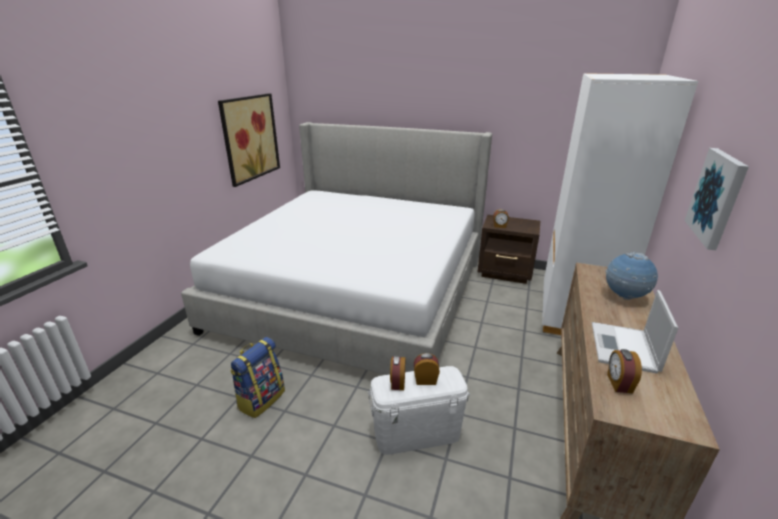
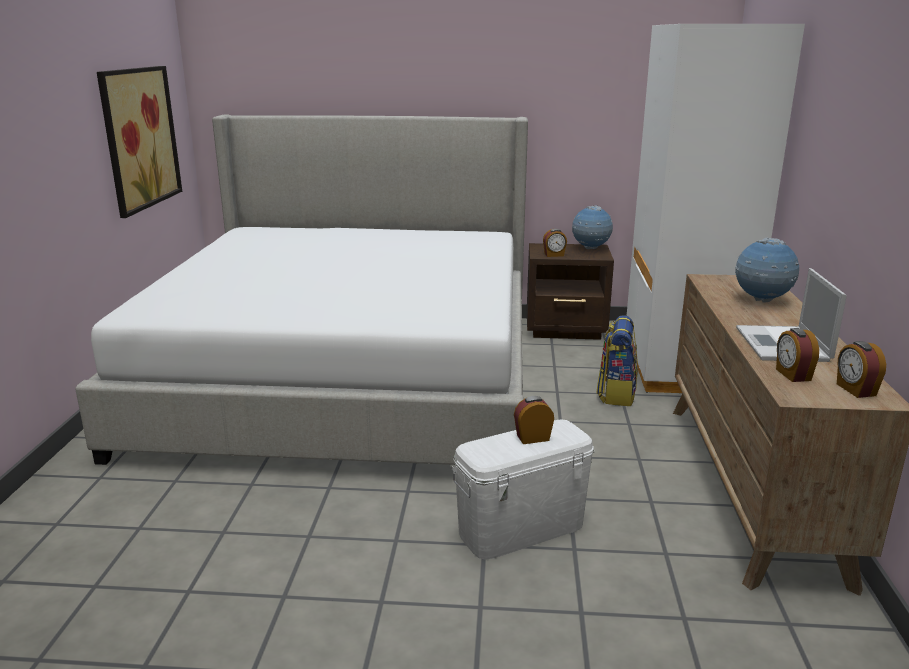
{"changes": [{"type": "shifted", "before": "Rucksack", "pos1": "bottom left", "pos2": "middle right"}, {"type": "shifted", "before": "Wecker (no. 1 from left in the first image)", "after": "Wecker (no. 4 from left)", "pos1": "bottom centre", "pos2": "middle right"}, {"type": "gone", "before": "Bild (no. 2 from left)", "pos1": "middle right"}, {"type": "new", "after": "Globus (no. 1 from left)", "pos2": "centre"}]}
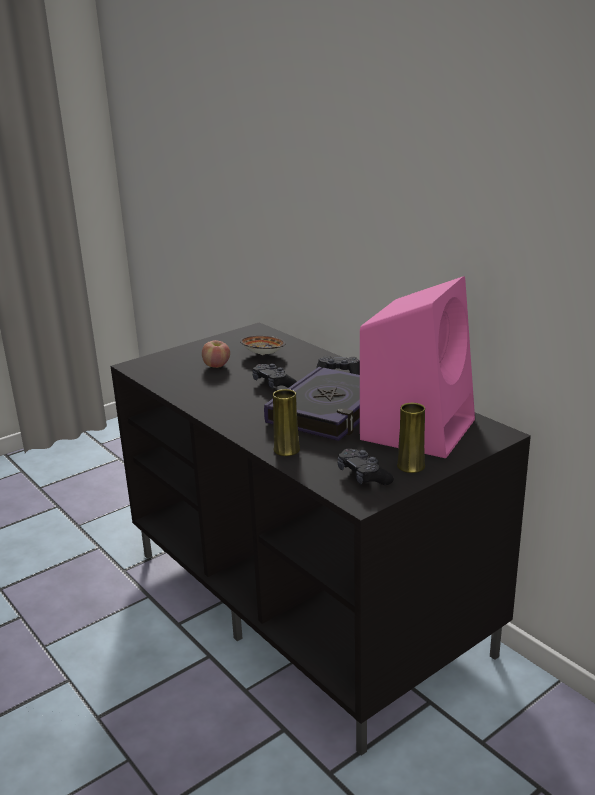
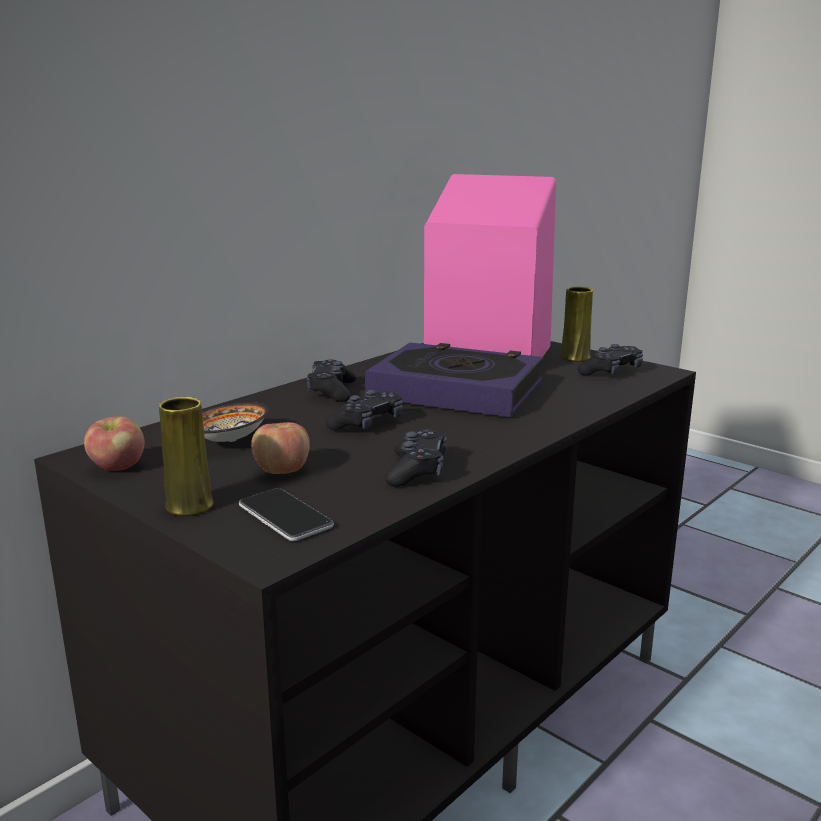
{"changes": [{"type": "shifted", "before": "Vase (gelb) (no. 1 from left)", "pos1": "centre", "pos2": "middle left"}, {"type": "new", "after": "Apfel (no. 1 from left)", "pos2": "middle left"}, {"type": "new", "after": "Handy", "pos2": "centre"}, {"type": "new", "after": "Gamepad (schwarz) (no. 3 from left)", "pos2": "centre"}]}
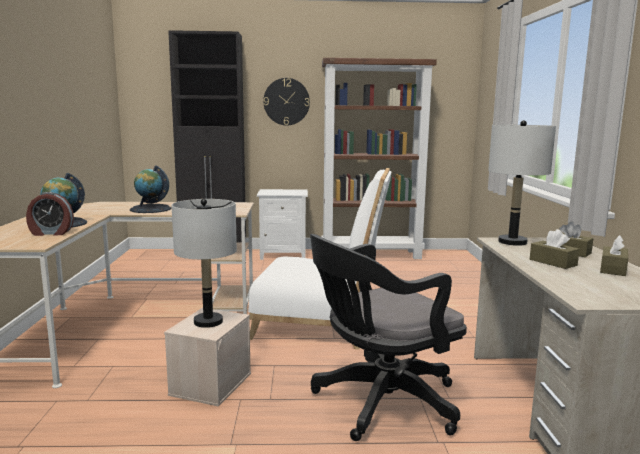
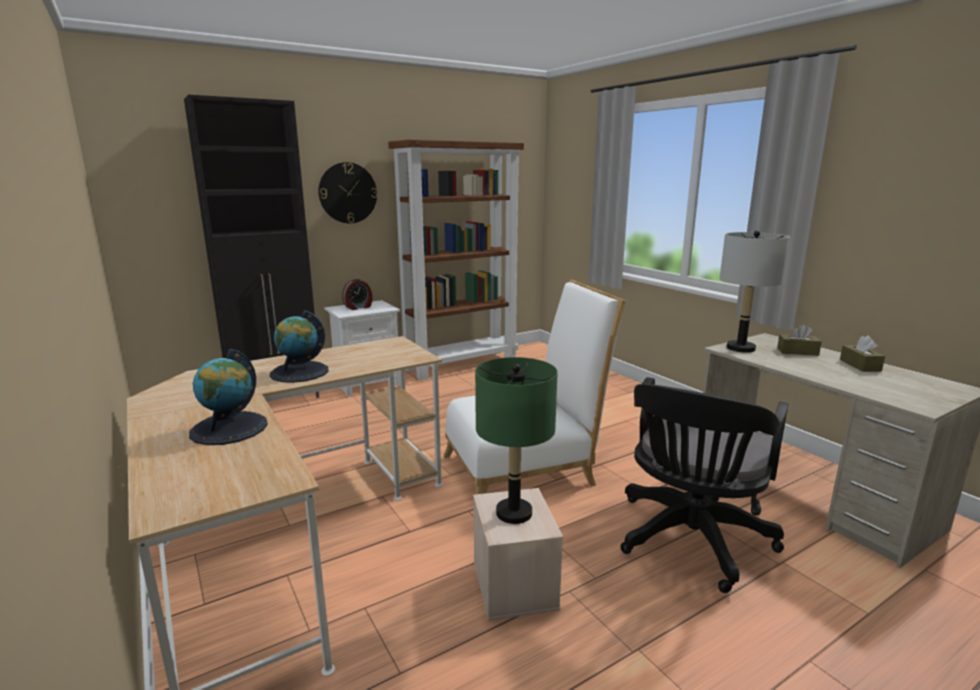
{"changes": [{"type": "shifted", "before": "Wecker", "pos1": "middle left", "pos2": "centre"}, {"type": "repainted", "before": "Tischlampe (grau) (no. 1 from left)", "after": "Tischlampe (grün)", "pos1": "middle left", "pos2": "centre"}, {"type": "gone", "before": "Taschentuchbox (braun) (no. 1 from left)", "pos1": "middle right"}]}
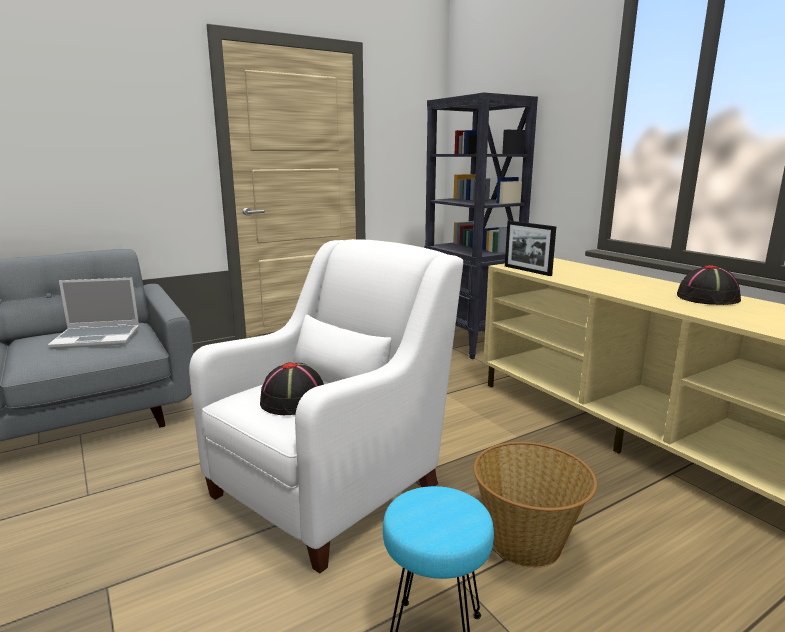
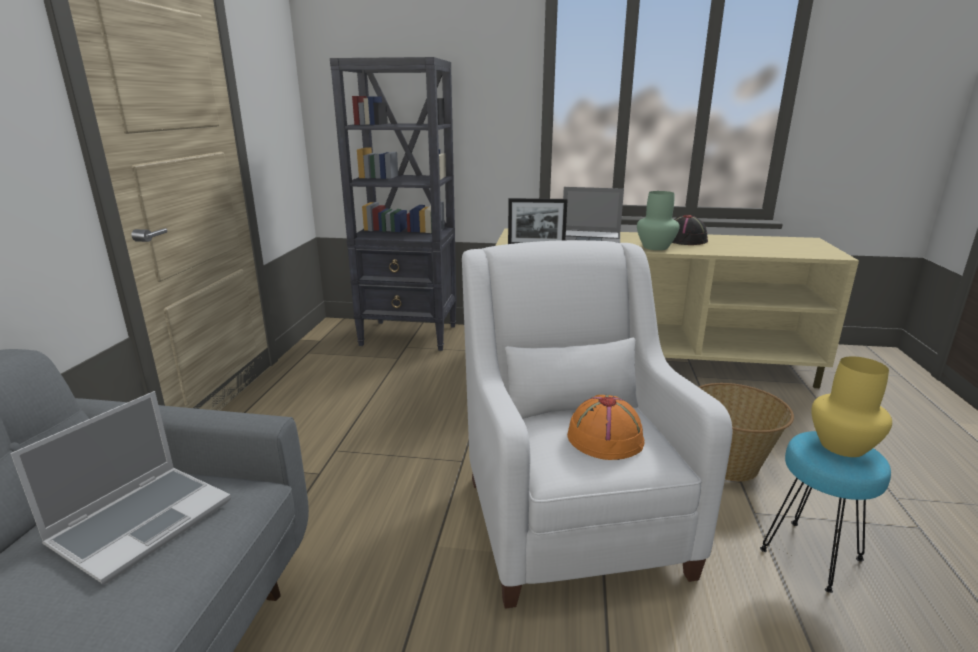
{"changes": [{"type": "repainted", "before": "Hut (schwarz) (no. 1 from left)", "after": "Hut (orange)", "pos1": "centre", "pos2": "centre"}, {"type": "new", "after": "Laptop (no. 2 from left)", "pos2": "top centre"}, {"type": "new", "after": "Vase (grün)", "pos2": "middle right"}, {"type": "new", "after": "Vase (gelb)", "pos2": "middle right"}]}
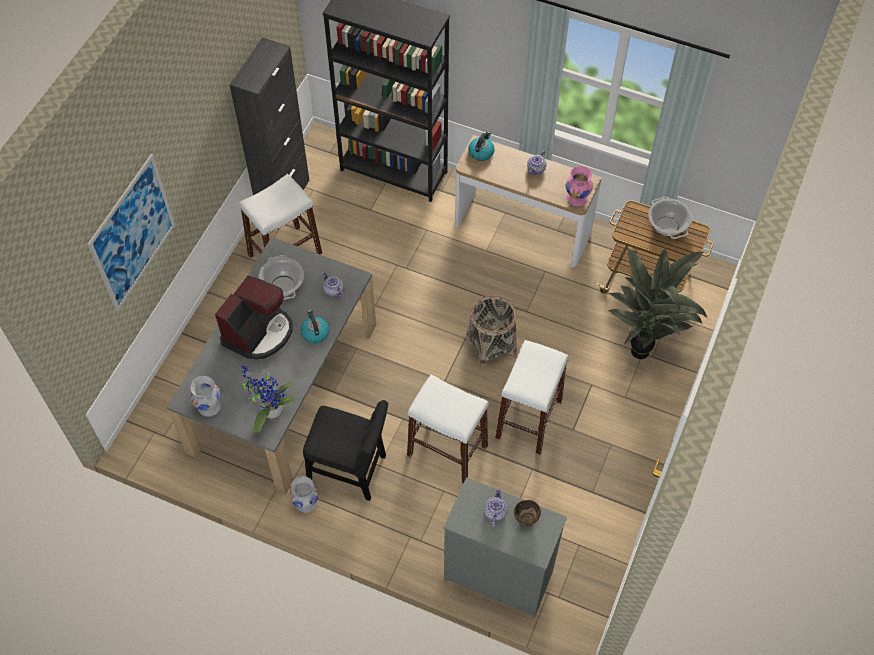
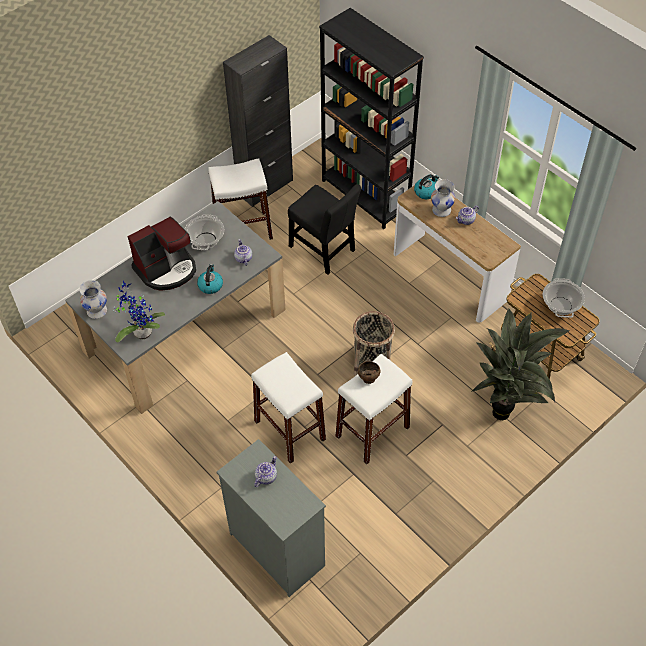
{"changes": [{"type": "gone", "before": "Bild", "pos1": "middle left"}, {"type": "shifted", "before": "Vase (weiß) (no. 2 from left)", "pos1": "bottom centre", "pos2": "top right"}, {"type": "shifted", "before": "Stuhl (schwarz)", "pos1": "bottom centre", "pos2": "centre"}, {"type": "shifted", "before": "Schüssel (braun)", "pos1": "bottom centre", "pos2": "centre"}, {"type": "gone", "before": "Vase (rosa)", "pos1": "top centre"}]}
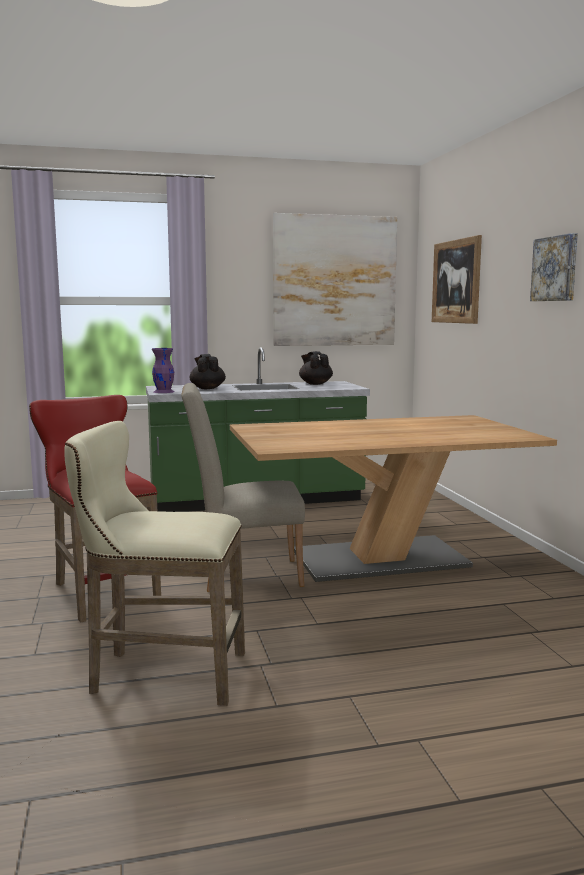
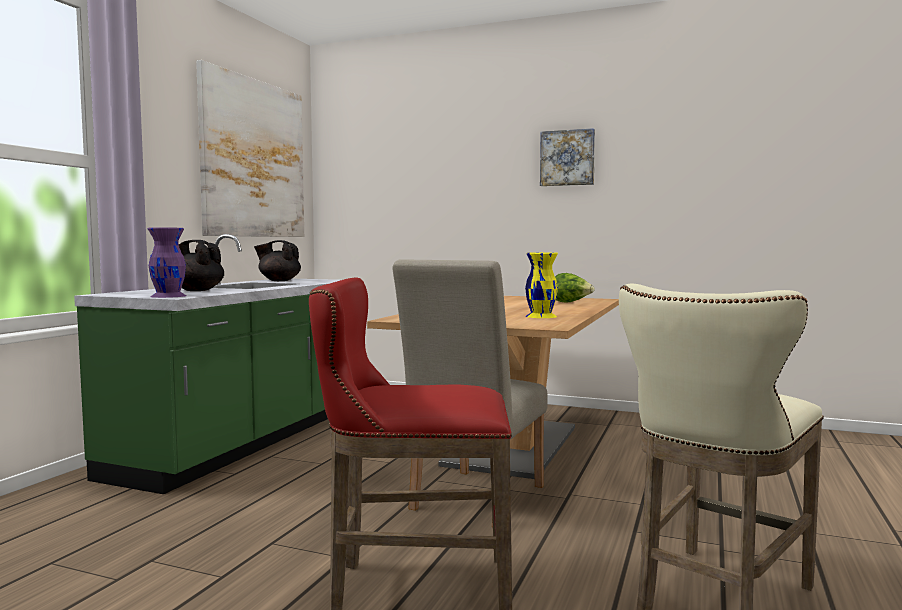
{"changes": [{"type": "gone", "before": "Bild (no. 2 from left)", "pos1": "top right"}, {"type": "new", "after": "Vase (gelb)", "pos2": "centre"}, {"type": "new", "after": "Salatkopf", "pos2": "centre"}]}
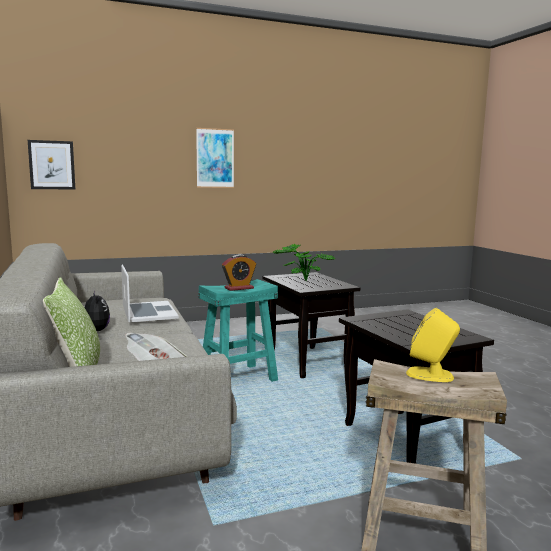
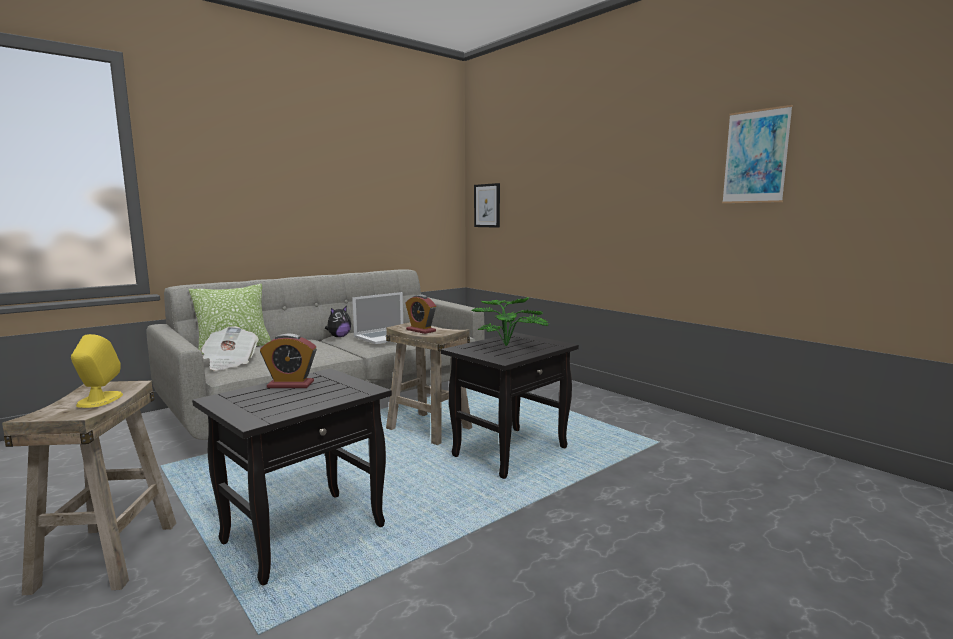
{"changes": [{"type": "shifted", "before": "Bild (no. 2 from left)", "pos1": "top centre", "pos2": "top right"}, {"type": "repainted", "before": "Hocker (türkis)", "after": "Hocker (beige) (no. 2 from left)", "pos1": "centre", "pos2": "centre"}, {"type": "new", "after": "Wecker (no. 1 from left)", "pos2": "middle left"}]}
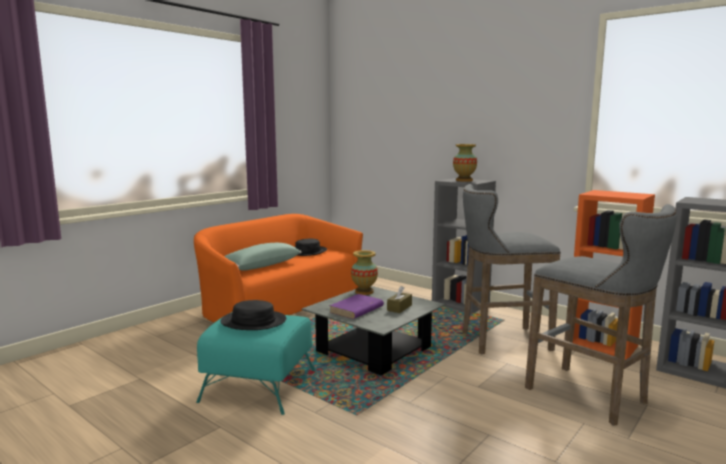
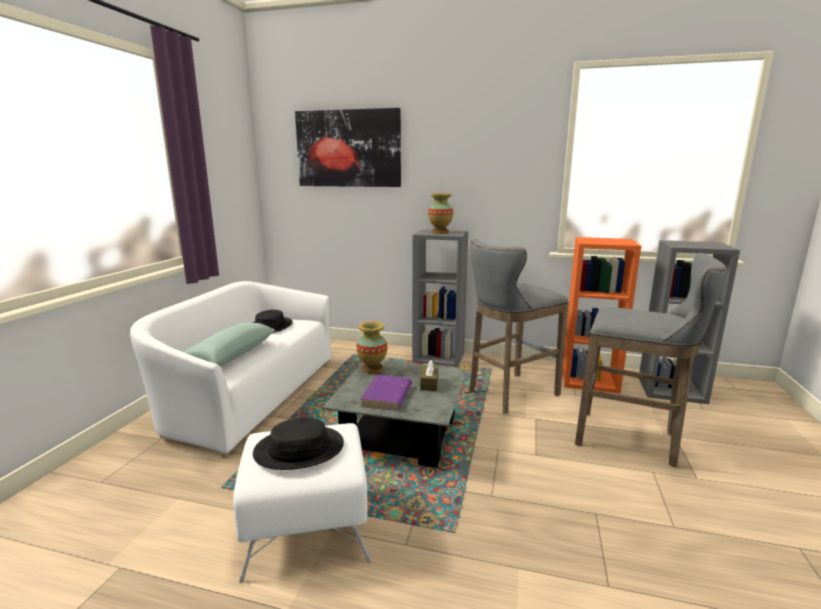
{"changes": [{"type": "repainted", "before": "Sofa (orange)", "after": "Sofa (weiß)", "pos1": "centre", "pos2": "middle left"}, {"type": "repainted", "before": "Polsterhocker (türkis)", "after": "Polsterhocker (weiß)", "pos1": "bottom centre", "pos2": "bottom centre"}, {"type": "new", "after": "Bild", "pos2": "top centre"}]}
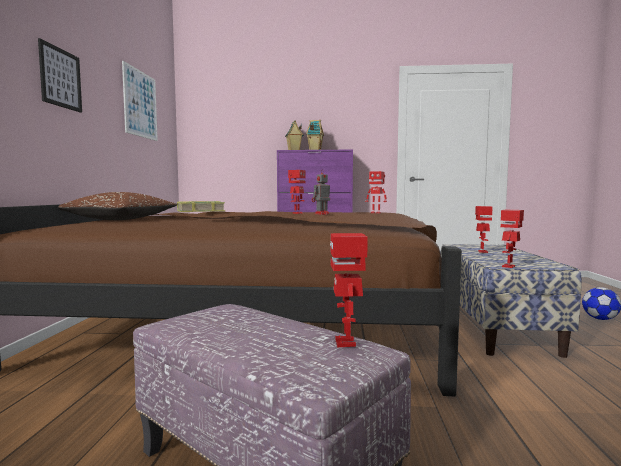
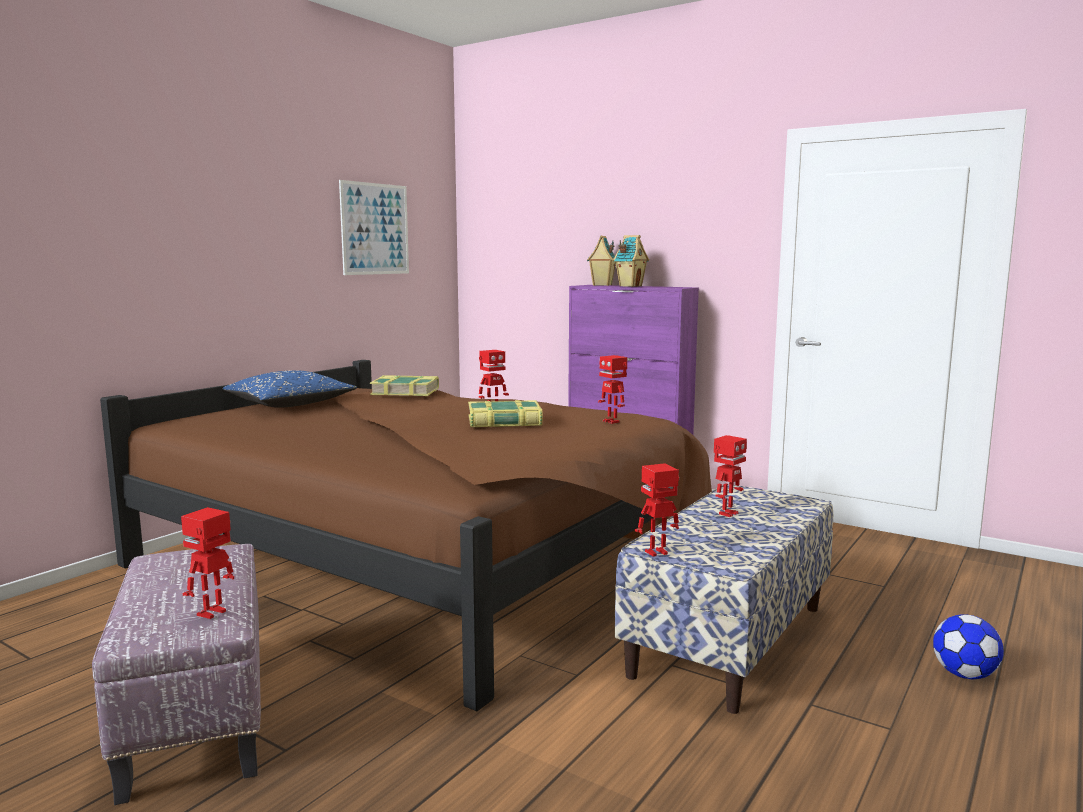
{"changes": [{"type": "gone", "before": "Bild (no. 1 from left)", "pos1": "top left"}, {"type": "repainted", "before": "Kissen (braun)", "after": "Kissen (blau)", "pos1": "middle left", "pos2": "middle left"}, {"type": "swapped", "before": "Spielzeugroboter (no. 2 from left)", "after": "Buch (no. 2 from left)", "pos1": "centre", "pos2": "centre"}]}
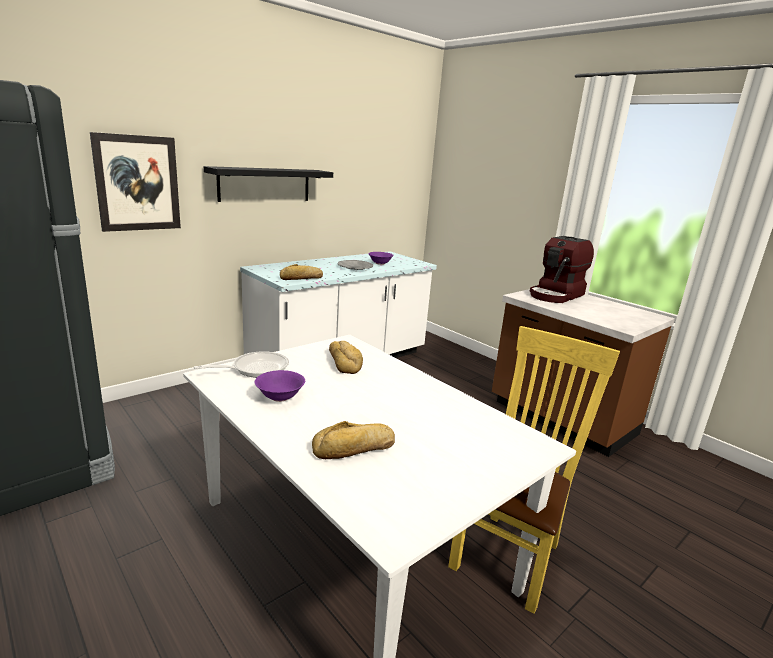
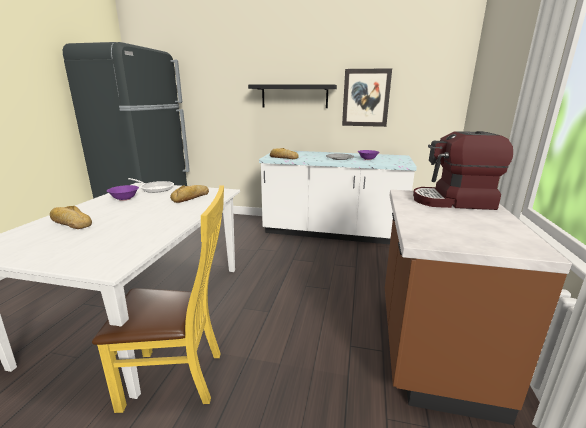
{"changes": [{"type": "shifted", "before": "Bild", "pos1": "top left", "pos2": "top centre"}]}
